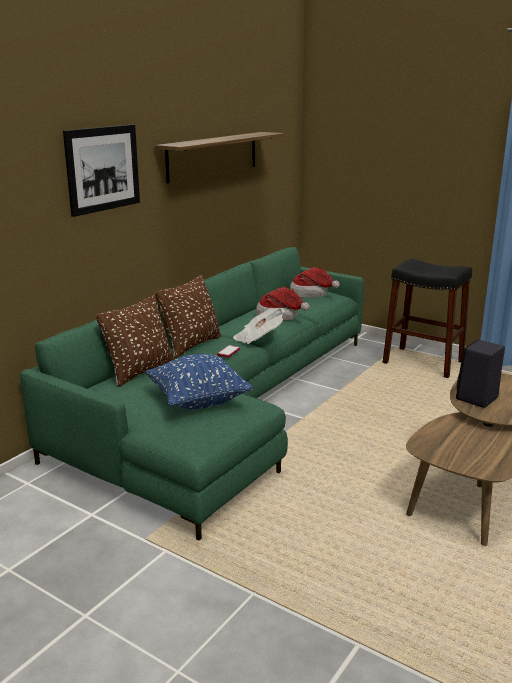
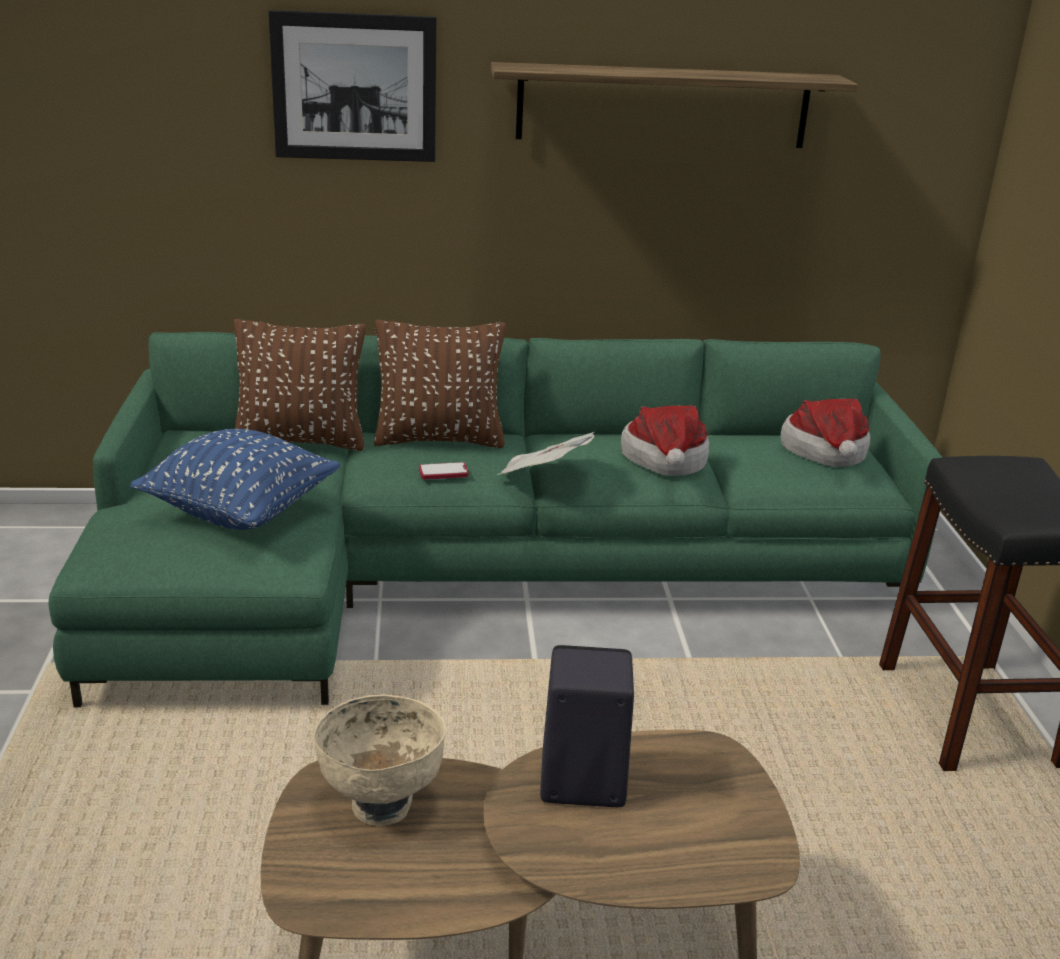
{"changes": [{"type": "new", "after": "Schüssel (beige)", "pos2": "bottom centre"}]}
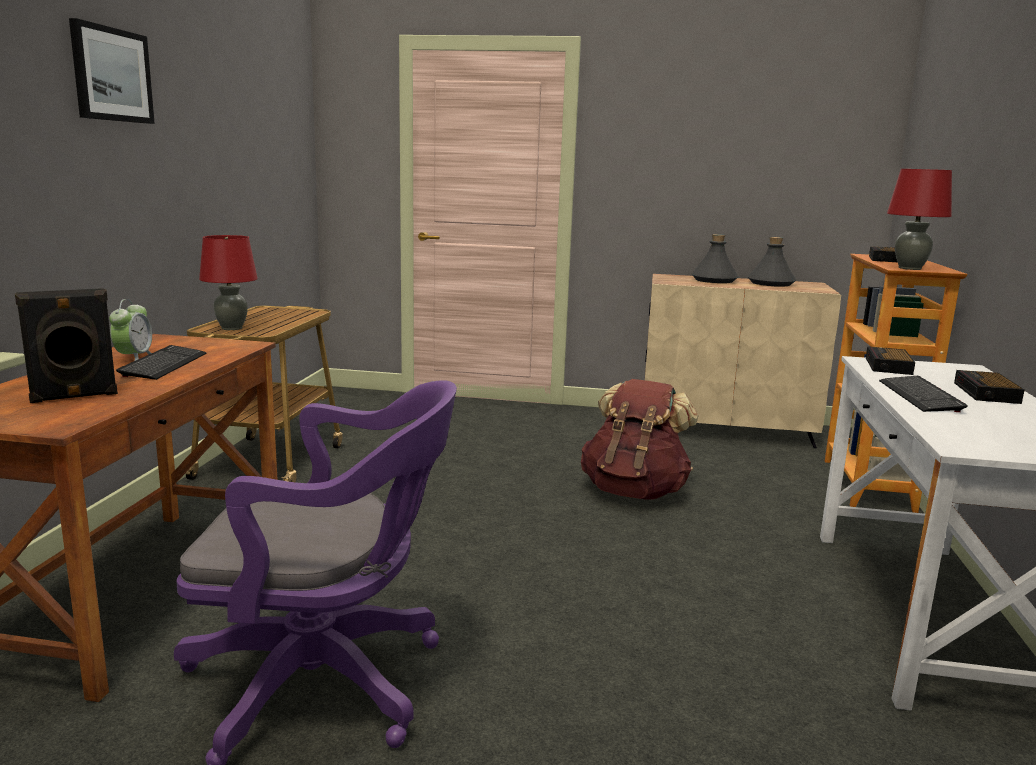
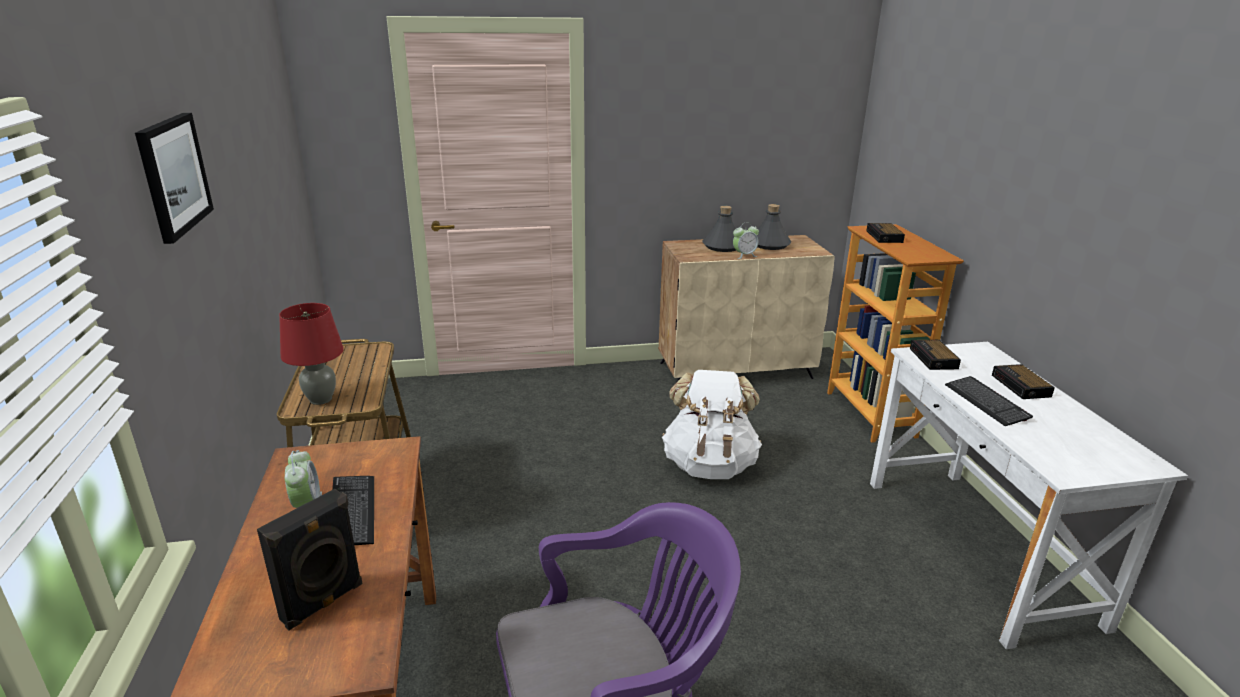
{"changes": [{"type": "repainted", "before": "Rucksack (braun)", "after": "Rucksack (weiß)", "pos1": "centre", "pos2": "centre"}, {"type": "gone", "before": "Tischlampe (rot) (no. 2 from left)", "pos1": "top right"}, {"type": "new", "after": "Wecker (no. 2 from left)", "pos2": "centre"}]}
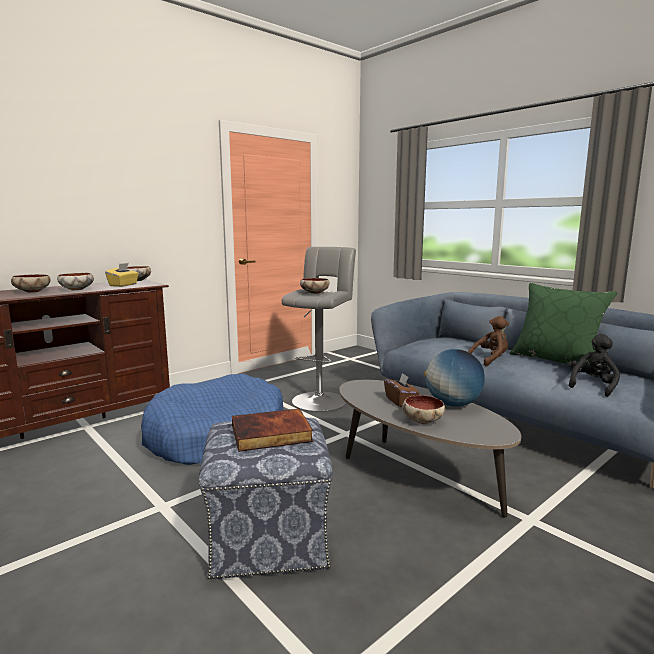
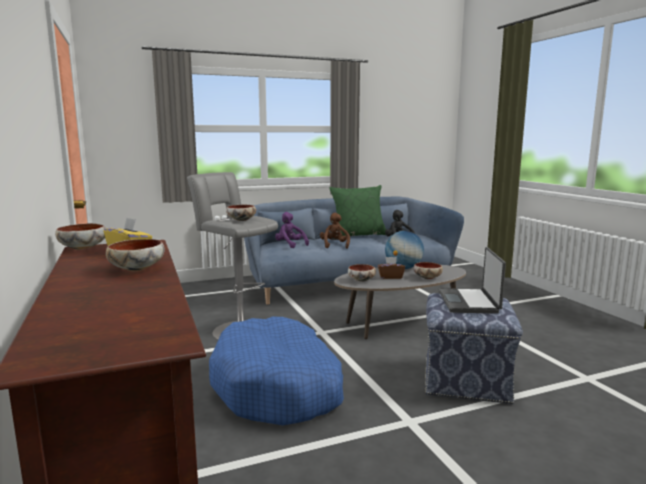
{"changes": [{"type": "shifted", "before": "Schüssel (no. 1 from left in the first image)", "after": "Schüssel (no. 4 from left)", "pos1": "middle left", "pos2": "centre"}, {"type": "swapped", "before": "Buch", "after": "Laptop", "pos1": "centre", "pos2": "middle right"}, {"type": "new", "after": "Plüschtier (lila)", "pos2": "centre"}]}
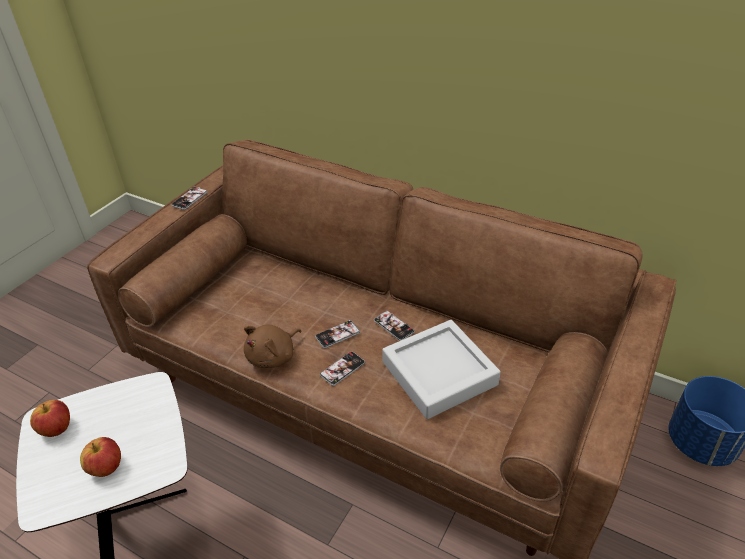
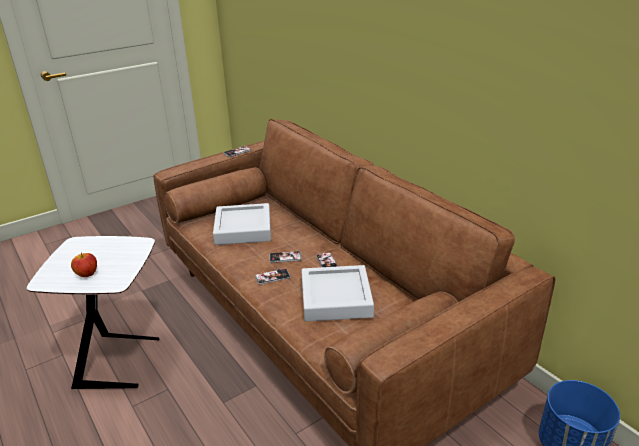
{"changes": [{"type": "gone", "before": "Apfel (no. 1 from left)", "pos1": "bottom left"}, {"type": "gone", "before": "Plüschtier (braun)", "pos1": "centre"}, {"type": "new", "after": "Tablett (grau) (no. 1 from left)", "pos2": "centre"}]}
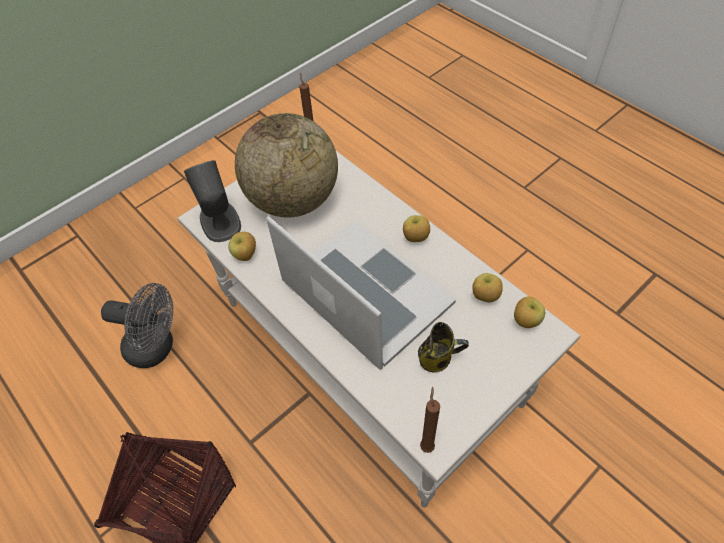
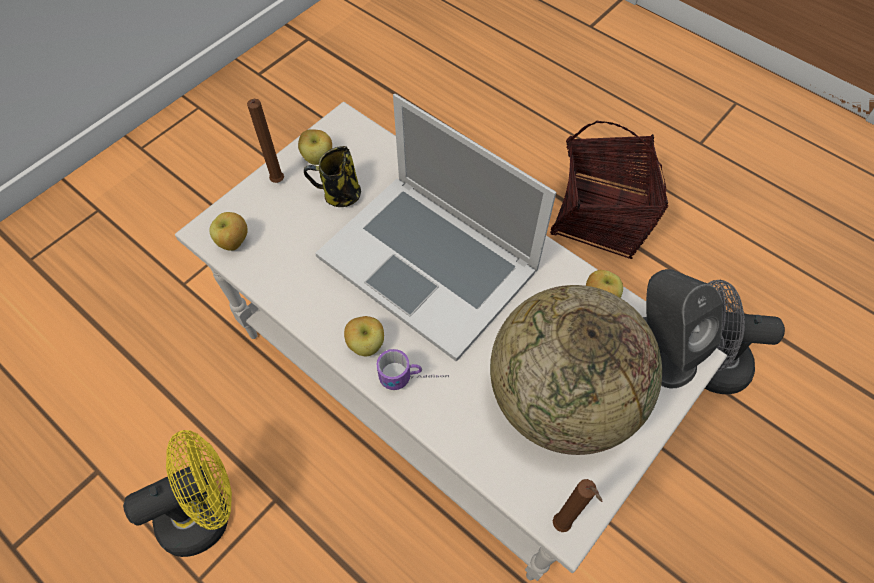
{"changes": [{"type": "shifted", "before": "Kerze (braun) (no. 2 from left in the first image)", "after": "Kerze (braun) (no. 1 from left)", "pos1": "bottom centre", "pos2": "top left"}, {"type": "shifted", "before": "Apfel (no. 3 from left in the first image)", "after": "Apfel (no. 2 from left)", "pos1": "middle right", "pos2": "top centre"}, {"type": "new", "after": "Ventilator (gelb)", "pos2": "bottom left"}, {"type": "new", "after": "Henkelbecher (no. 2 from left)", "pos2": "centre"}]}
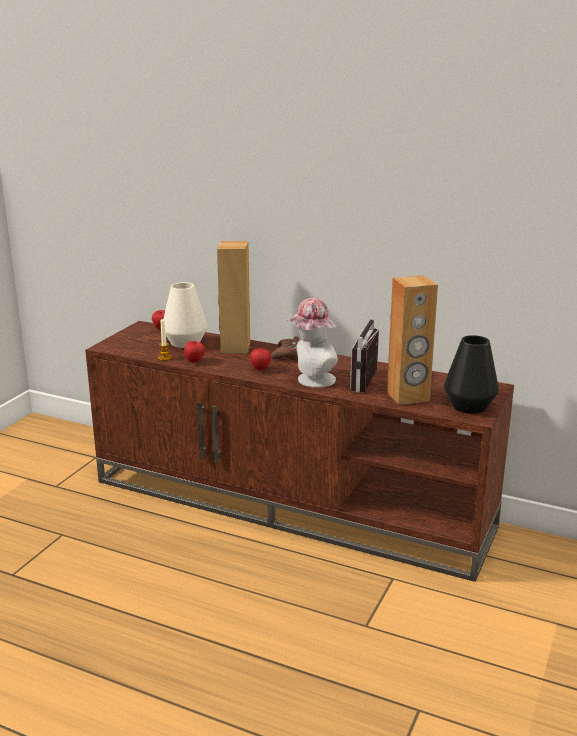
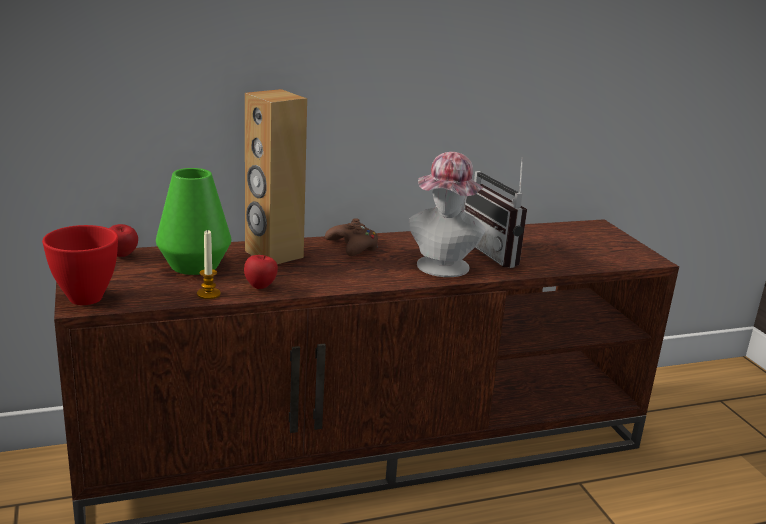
{"changes": [{"type": "repainted", "before": "Vase (weiß)", "after": "Vase (grün)", "pos1": "middle left", "pos2": "middle left"}, {"type": "gone", "before": "Apfel (no. 3 from left)", "pos1": "centre"}, {"type": "gone", "before": "Lautsprecher (braun) (no. 2 from left)", "pos1": "middle right"}, {"type": "gone", "before": "Vase (schwarz)", "pos1": "middle right"}, {"type": "new", "after": "Schüssel (rot)", "pos2": "middle left"}]}
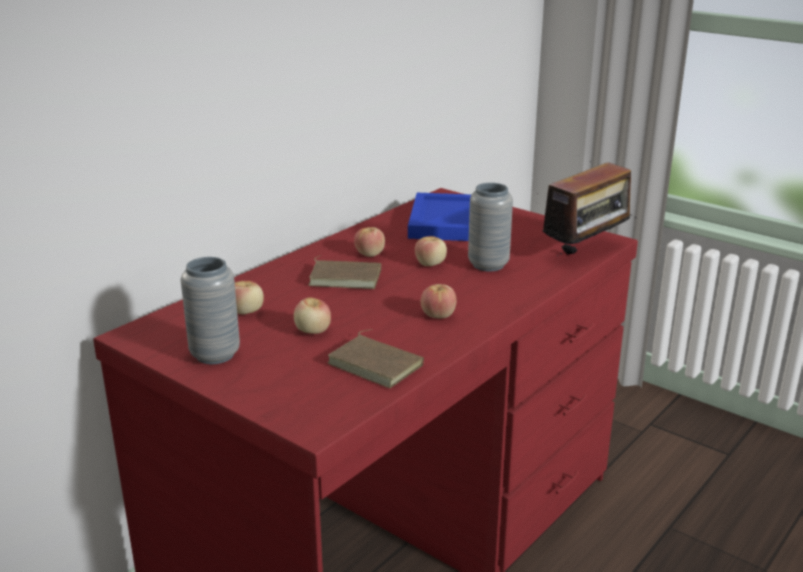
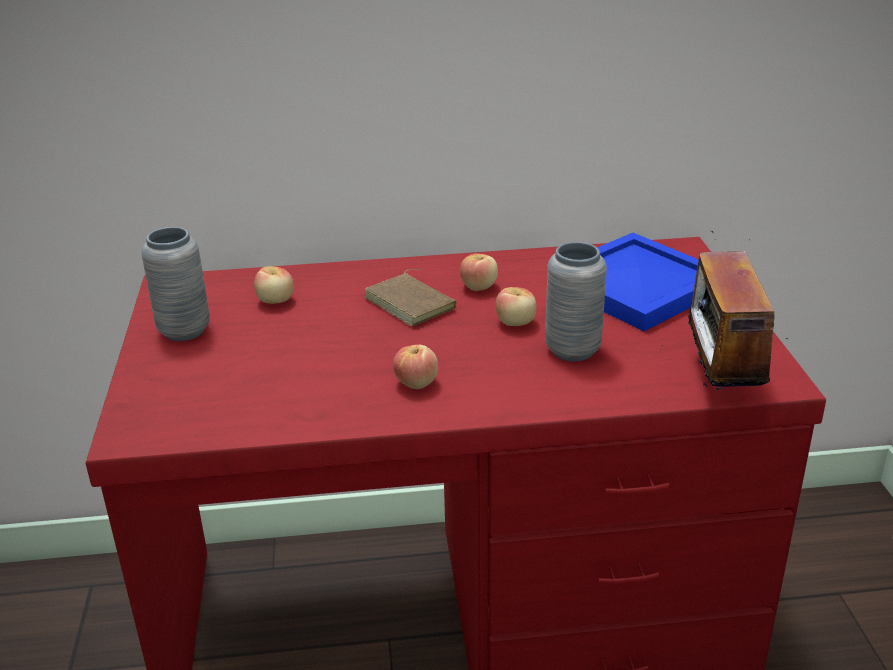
{"changes": [{"type": "gone", "before": "Apfel (no. 2 from left)", "pos1": "centre"}, {"type": "gone", "before": "Buch (braun) (no. 2 from left)", "pos1": "centre"}, {"type": "rotated", "before": "Radio", "pos1": "middle right", "pos2": "middle right", "turn": 90}]}
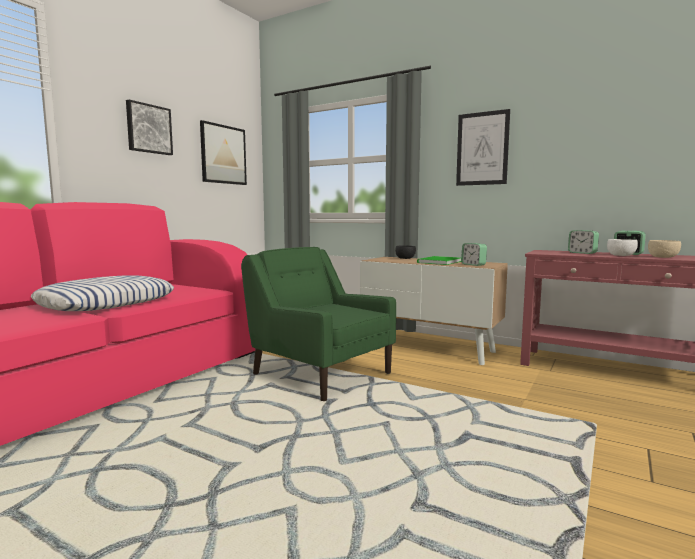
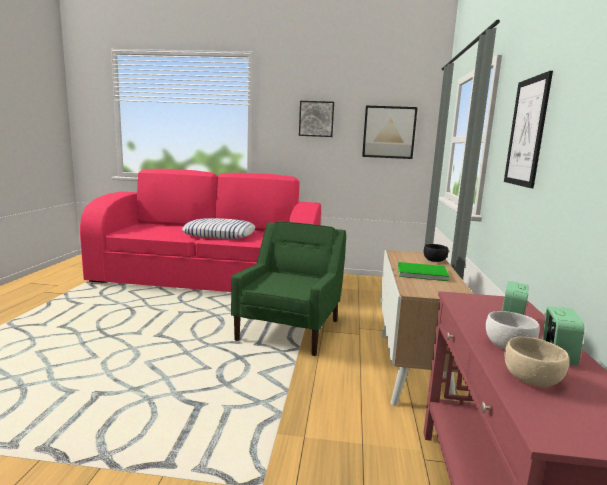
{"changes": [{"type": "gone", "before": "Wecker (no. 1 from left)", "pos1": "middle right"}]}
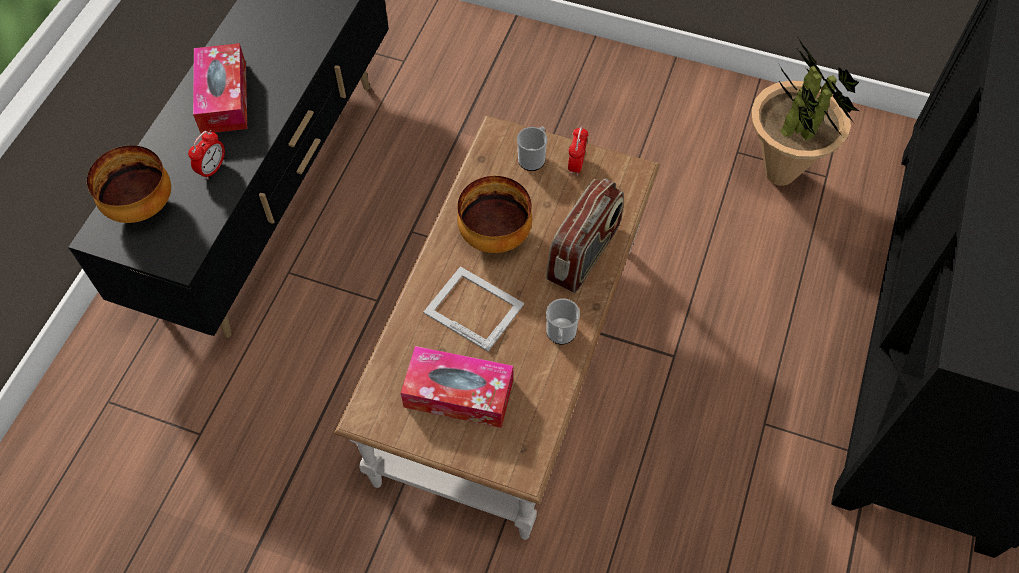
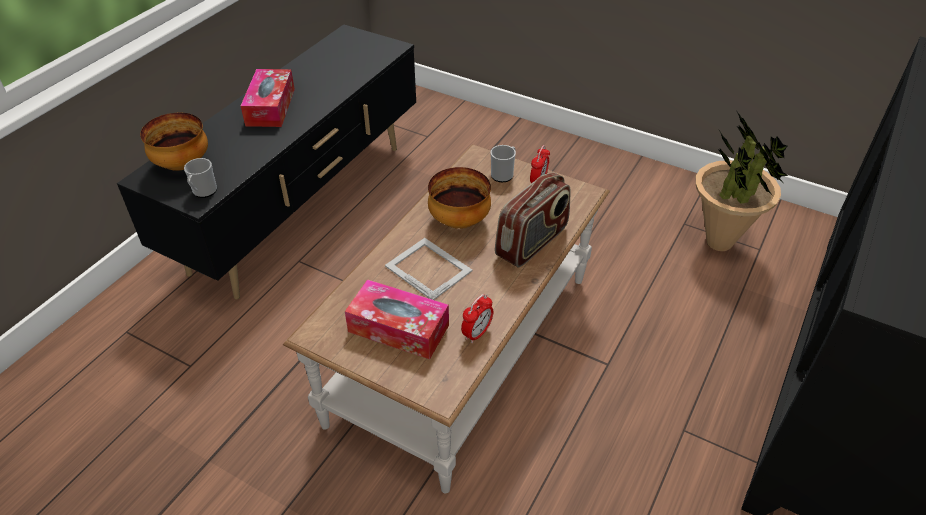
{"changes": [{"type": "shifted", "before": "Wecker (no. 1 from left)", "pos1": "top left", "pos2": "centre"}, {"type": "shifted", "before": "Henkelbecher (no. 2 from left in the first image)", "after": "Henkelbecher (no. 1 from left)", "pos1": "centre", "pos2": "middle left"}]}
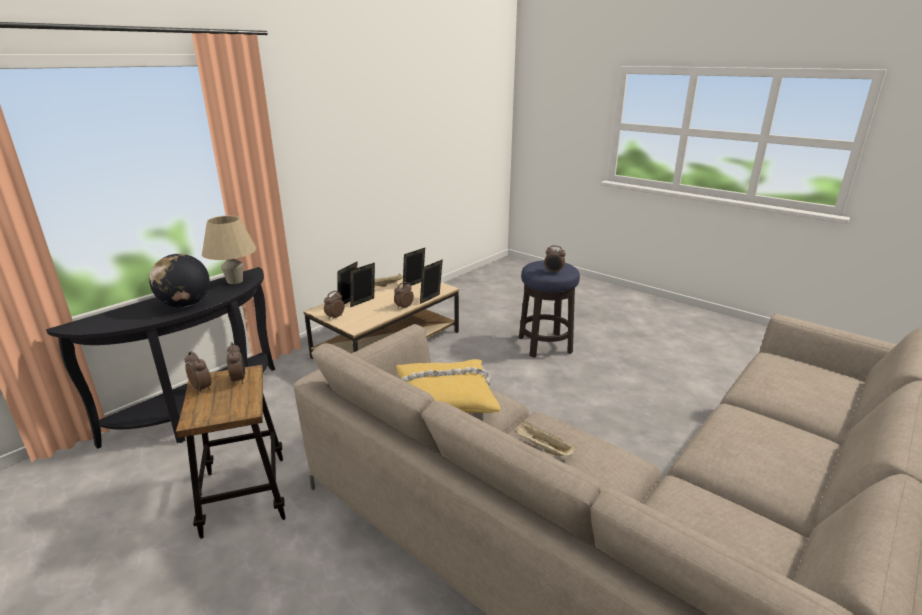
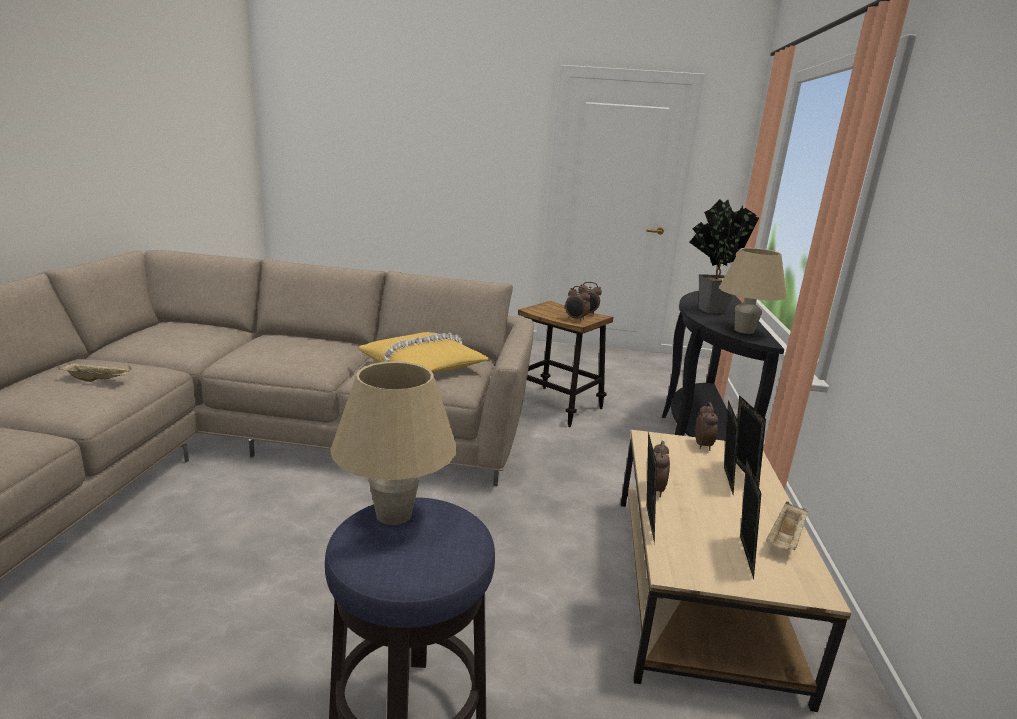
{"changes": [{"type": "swapped", "before": "Globus", "after": "Topfpflanze", "pos1": "middle left", "pos2": "middle right"}, {"type": "shifted", "before": "Tablett (beige) (no. 2 from left in the first image)", "after": "Tablett (beige) (no. 1 from left)", "pos1": "bottom centre", "pos2": "middle left"}, {"type": "swapped", "before": "Wecker (no. 5 from left)", "after": "Tischlampe (beige) (no. 1 from left)", "pos1": "centre", "pos2": "centre"}]}
